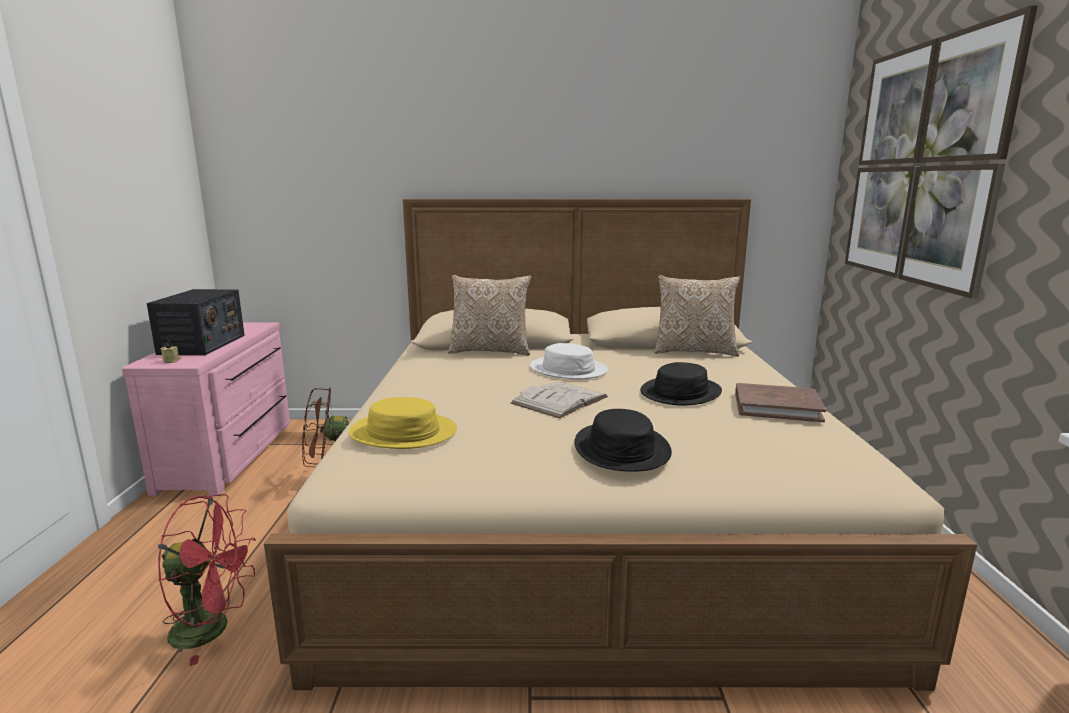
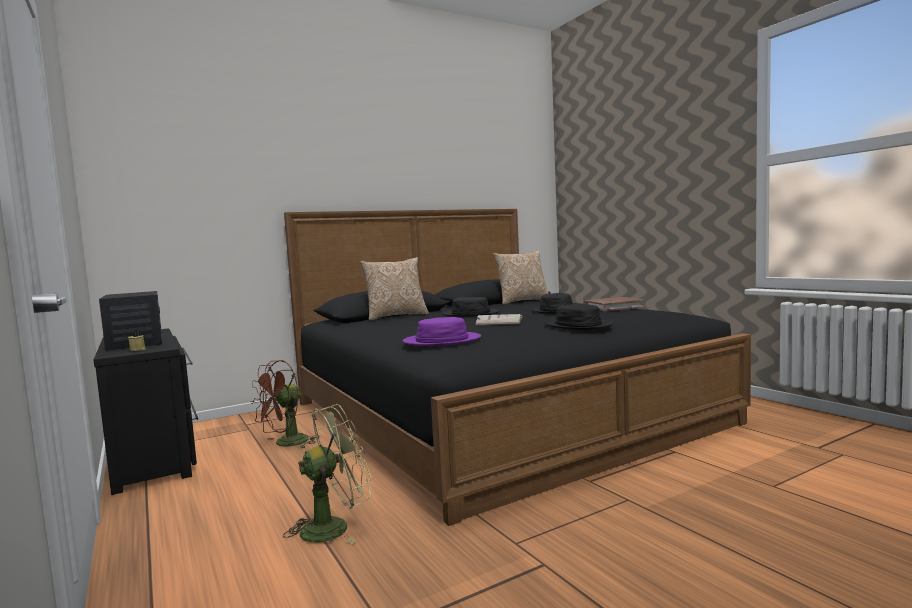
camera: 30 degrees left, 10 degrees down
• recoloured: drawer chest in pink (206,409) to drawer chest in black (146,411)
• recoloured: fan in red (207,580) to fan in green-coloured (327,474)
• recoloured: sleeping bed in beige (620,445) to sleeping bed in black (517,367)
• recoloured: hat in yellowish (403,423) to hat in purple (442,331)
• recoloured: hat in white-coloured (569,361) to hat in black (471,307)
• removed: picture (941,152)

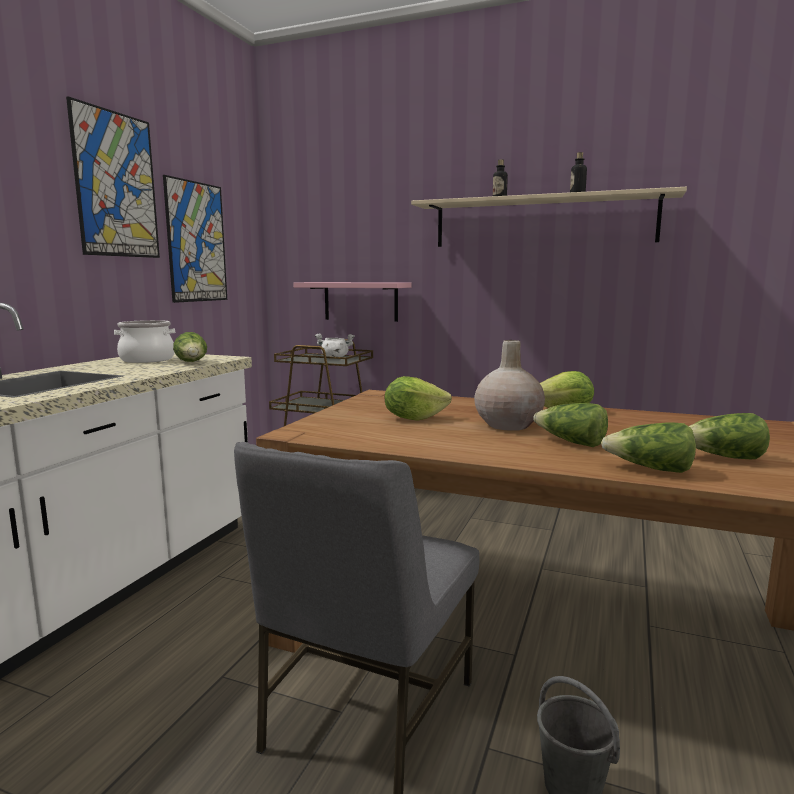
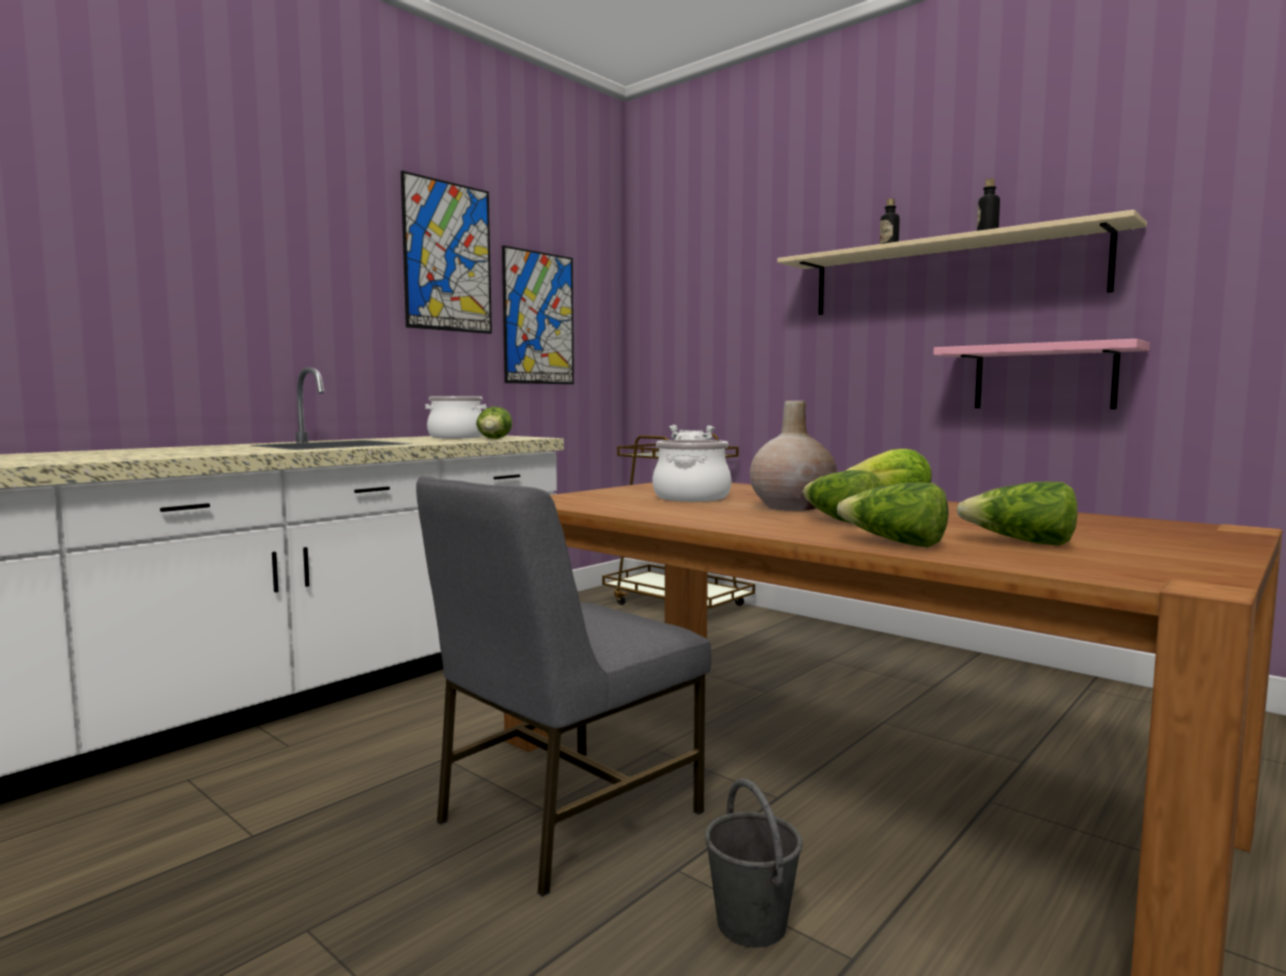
camera: 20 degrees right, 5 degrees down
• moved: shelf in pink (352,302) to (1041,374)
• replaced: head of lettuce (418,398) to cooking pot (691,471)

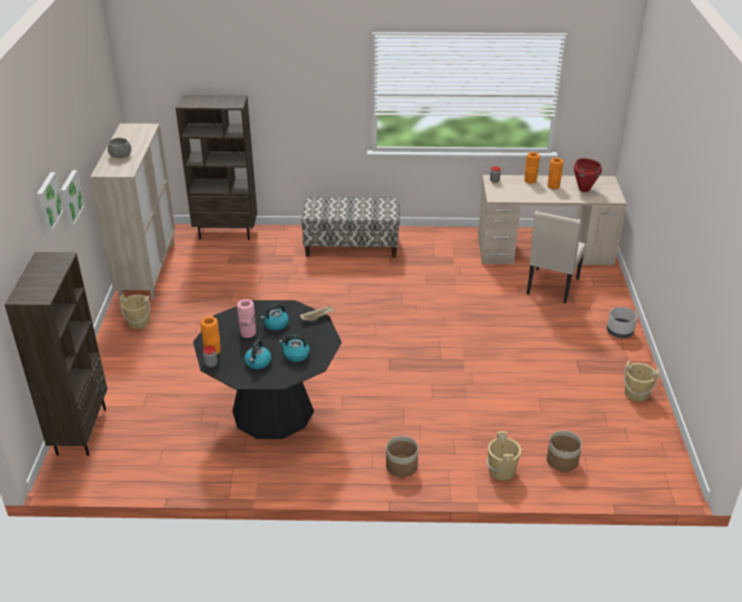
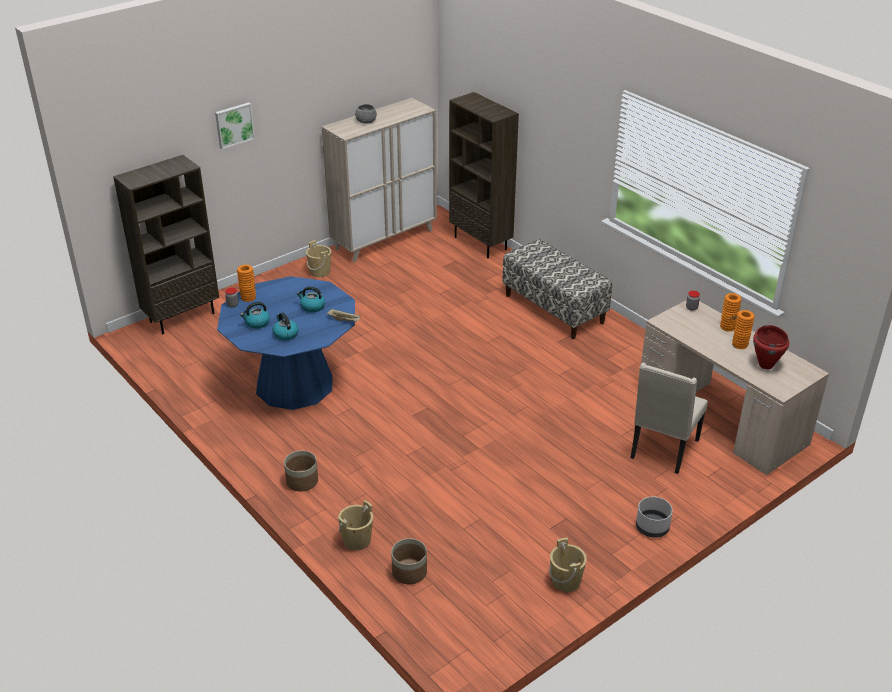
camera: 50 degrees right, 0 degrees up
• removed: picture (72,198)
• recoloured: dinner table in black (267,369) to dinner table in blue-coloured (286,343)
• removed: vase in pink (246,318)
• turned: upright chair in beige (556,257) = (669,418) 45 degrees counterclockwise

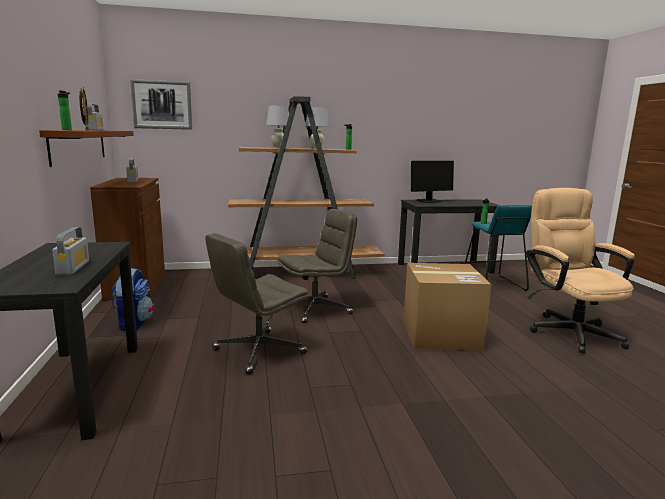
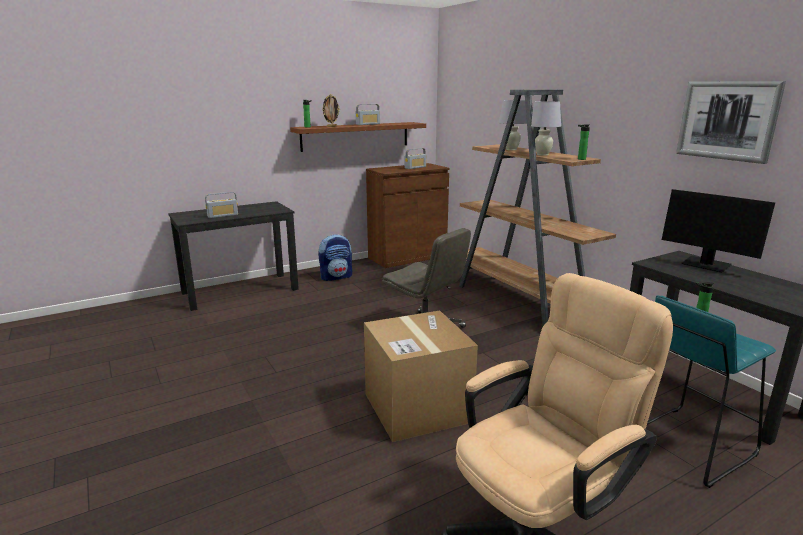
camera: 70 degrees right, 5 degrees up
• moved: picture (161,104) to (731,122)
• removed: computer chair in grey (257,303)

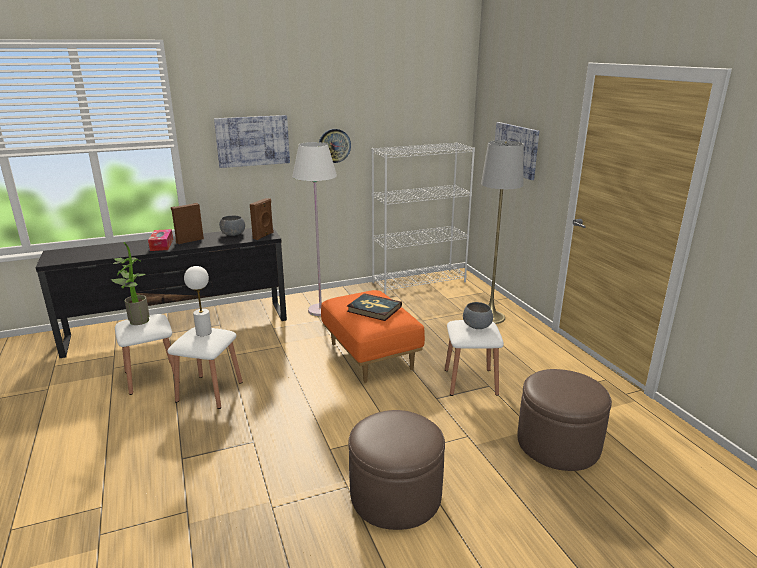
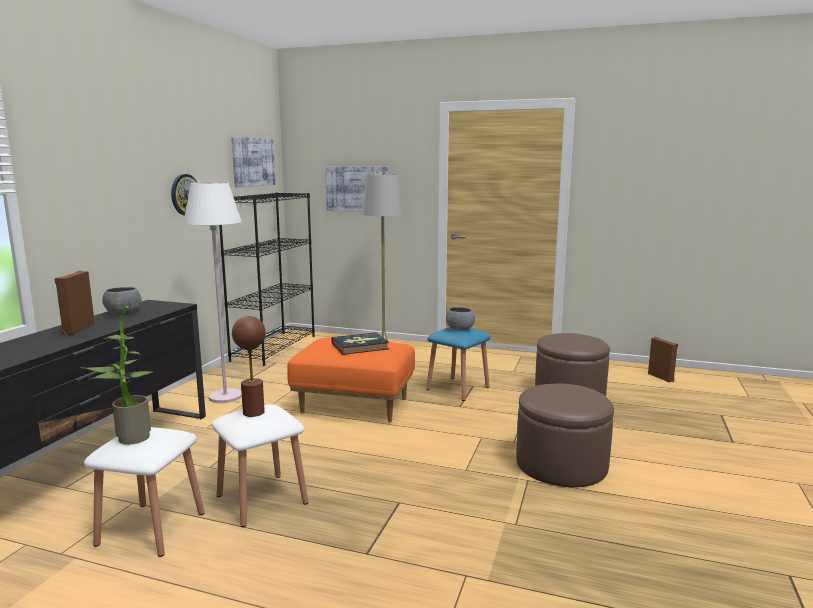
camera: 50 degrees left, 10 degrees down
• removed: box of tissues (160,240)
• recoloured: lamp for a table in white-coloured (198,301) to lamp for a table in brown (249,366)
• moved: picture (252,141) to (253,162)
• moved: speaker in brown (262,219) to (663,359)
• recoloured: bookcase in white-coloured (423,218) to bookcase in black (267,279)
• recoloured: sitting stool in white-coloured (474,358) to sitting stool in blue-coloured (458,364)

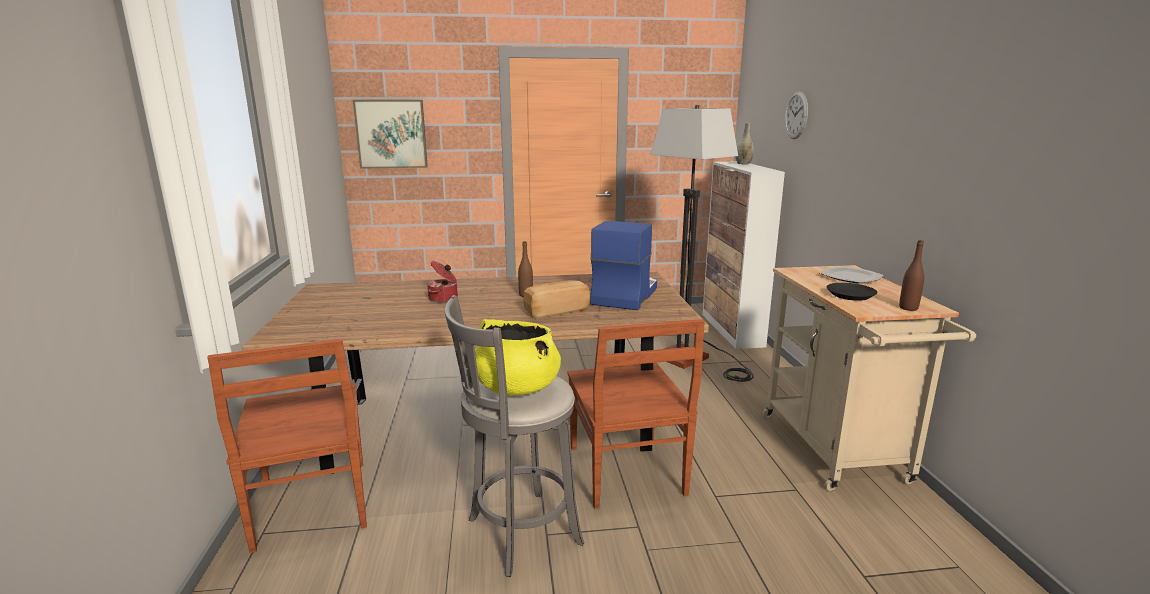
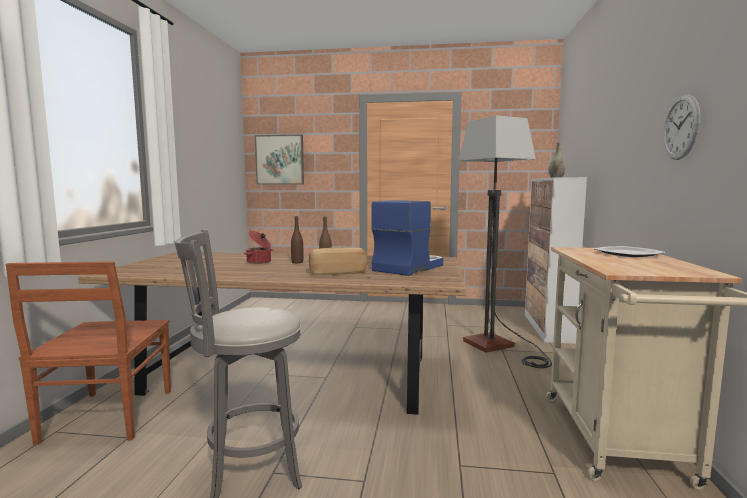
camera: 15 degrees right, 10 degrees down
• removed: cooking pot in yellowish (518,357)
• removed: upright chair in brown (636,414)
• moved: clock on the wall (796,115) to (681,127)
• removed: plate in black (851,292)
• moved: bottle in brown (911,275) to (297,239)

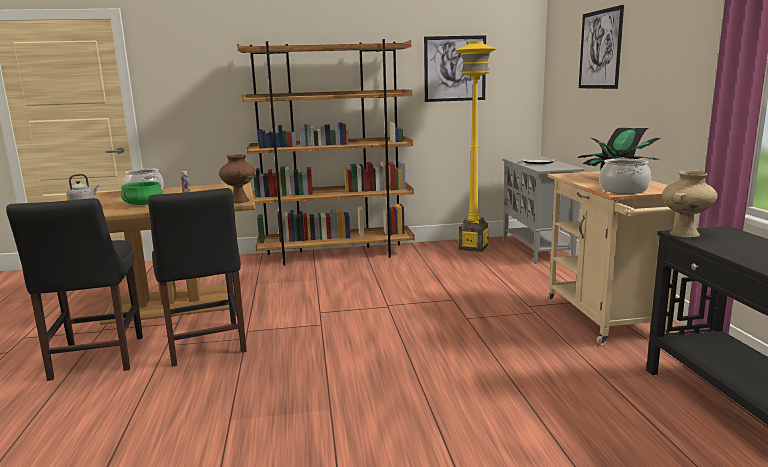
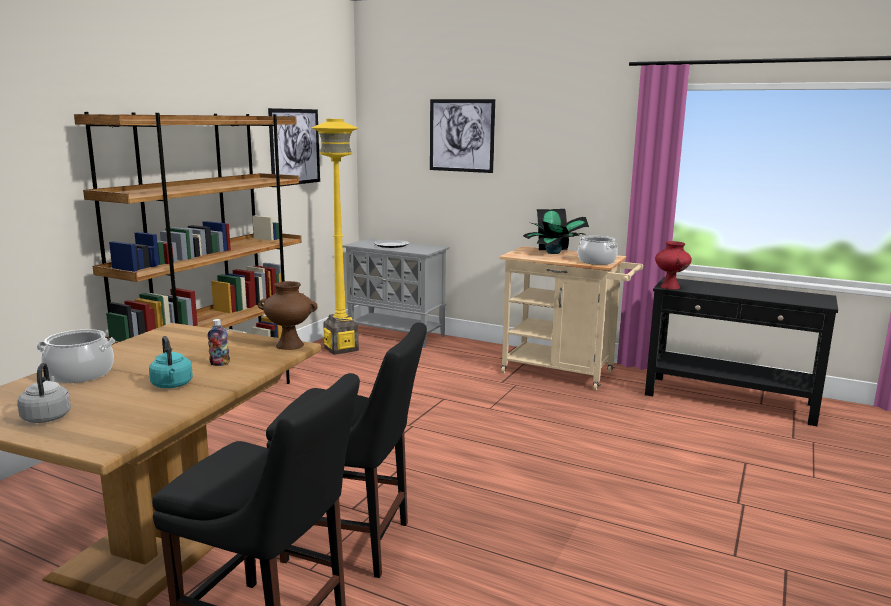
camera: 55 degrees left, 0 degrees up
• replaced: cooking pot in green-coloured (142,193) to water kettle in turquoise (171,362)
• recoloured: vase in beige (690,204) to vase in red (673,265)

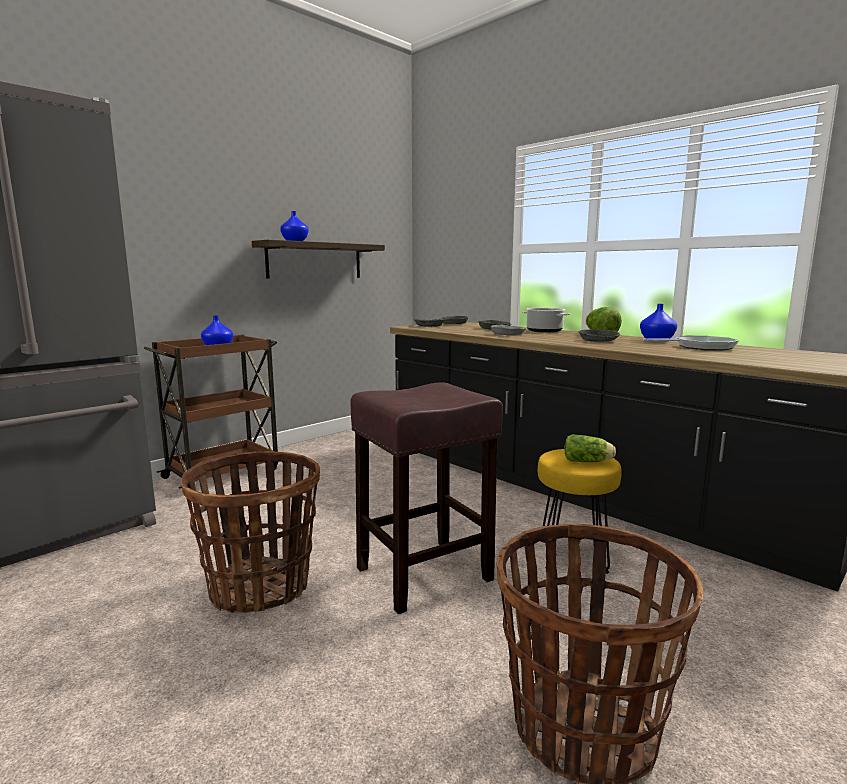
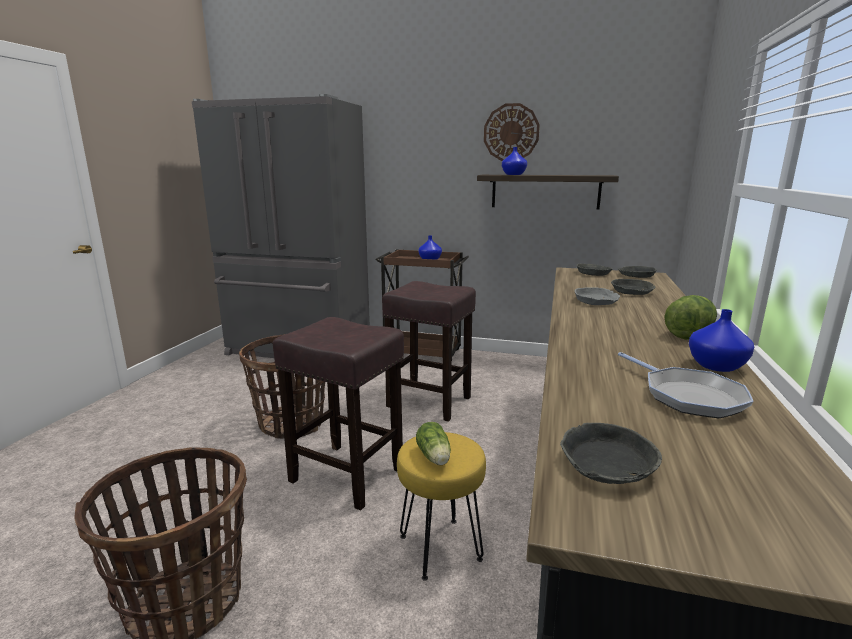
camera: 60 degrees right, 5 degrees up
• removed: cooking pot (546,320)
• moved: deep dish in grey (599,336) to (611,453)
• added: sitting stool in brown (429,351)
• added: clock on the wall (512,132)

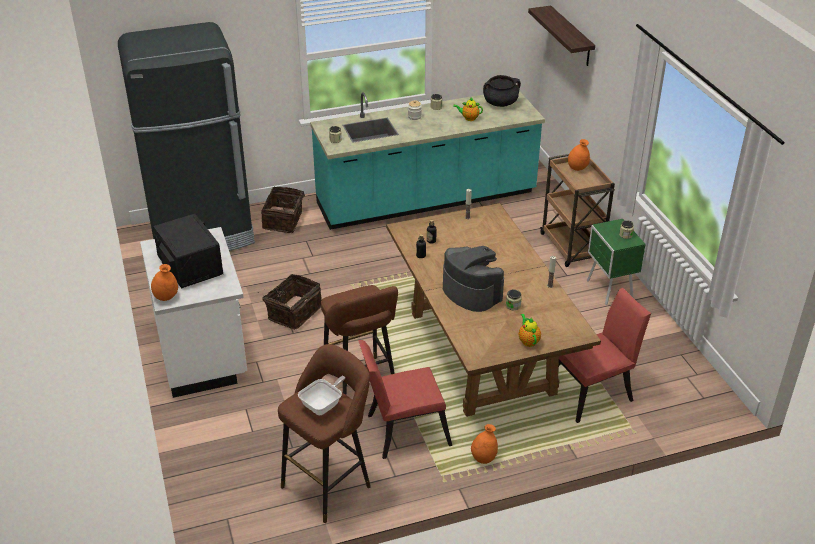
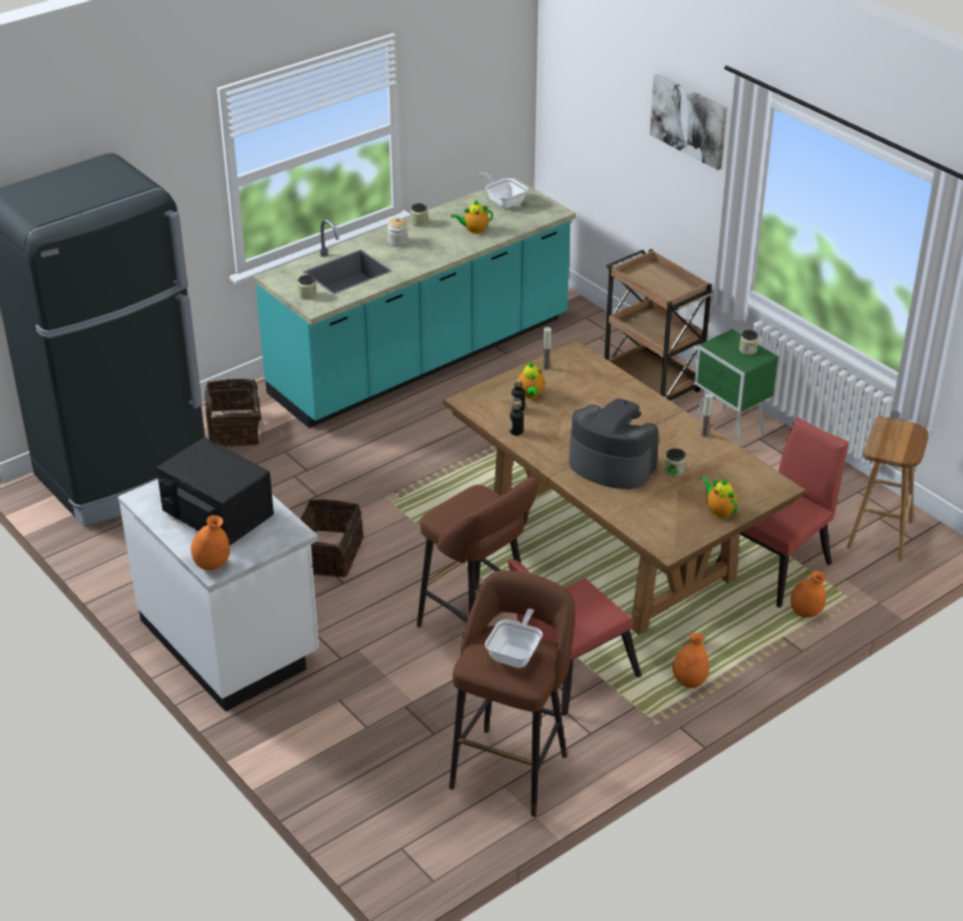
camera: 20 degrees left, 0 degrees up
• replaced: cooking pot in black (502,91) to pan (503,190)
• removed: shelf (561,35)
• moved: vase in orange (579,155) to (808,594)
• added: pot for tea (531,380)
• added: picture (688,122)
• added: sitting stool in brown (888,488)

